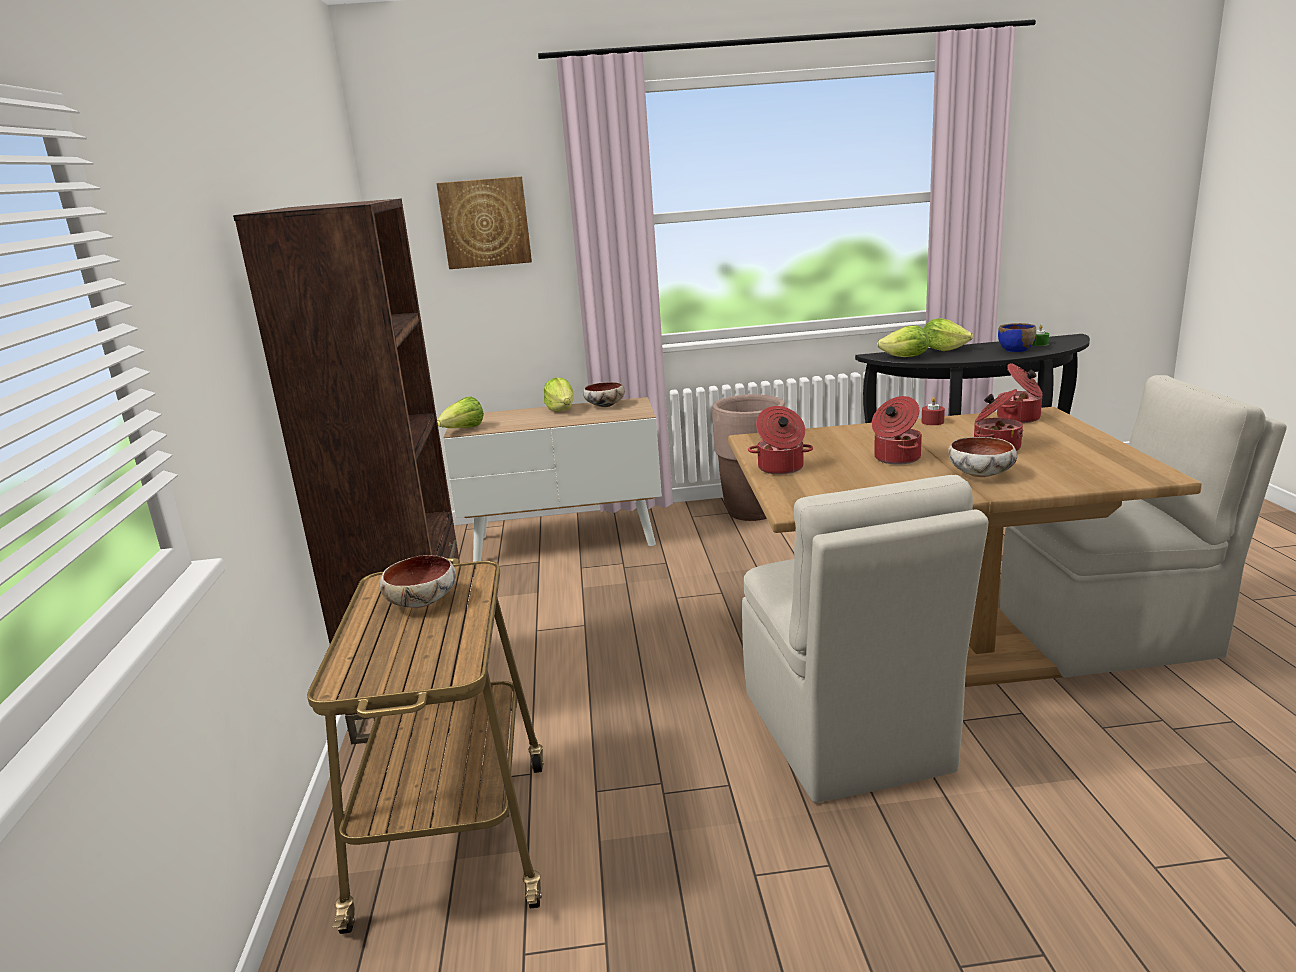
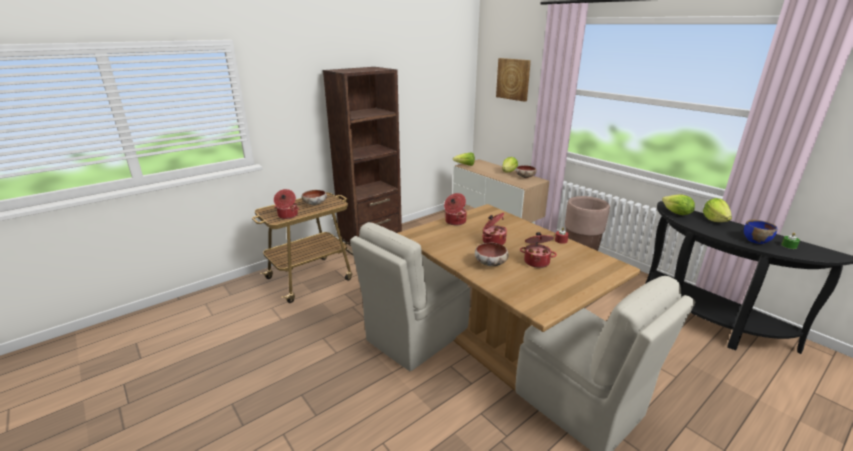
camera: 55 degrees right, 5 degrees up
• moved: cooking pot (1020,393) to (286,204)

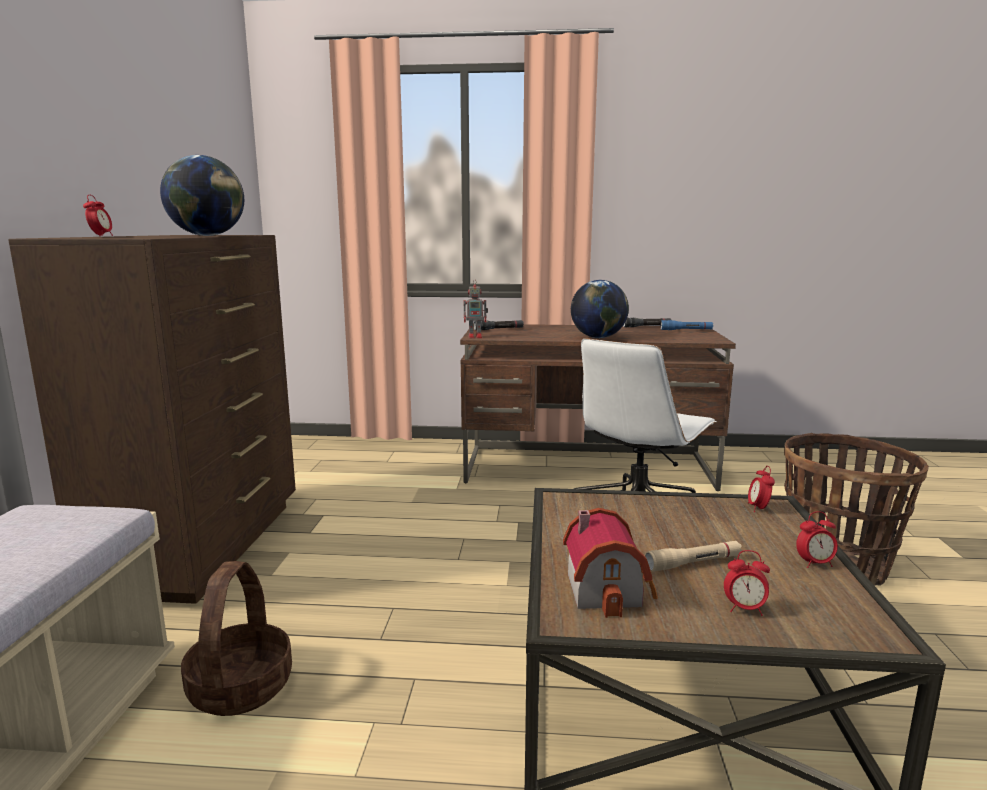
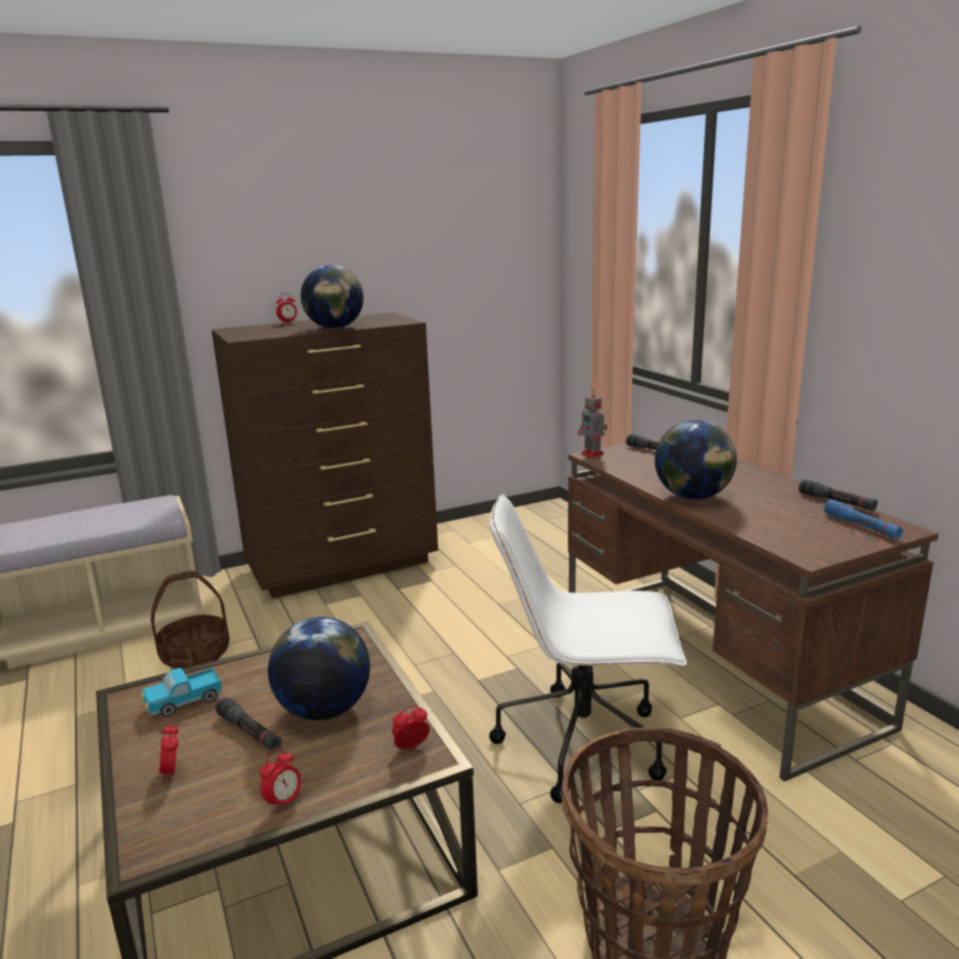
camera: 60 degrees right, 5 degrees up
• replaced: model house (610,563) to toy truck (182,692)
• recoloured: flashlight in beige (693,556) to flashlight in black (248,724)
• turned: table clock (817,539) = (280,781) 105 degrees counterclockwise
• added: globe (319,668)

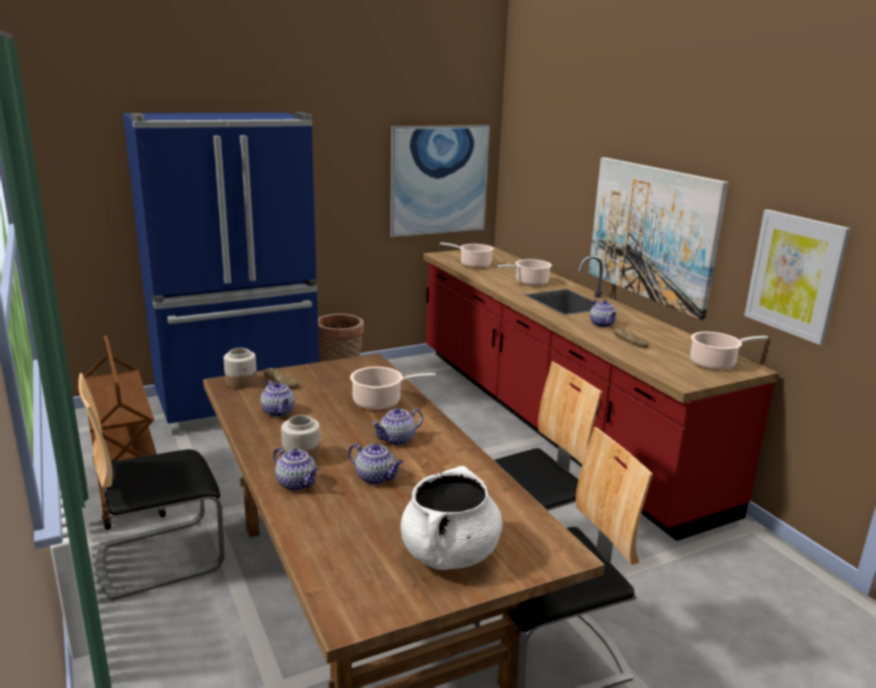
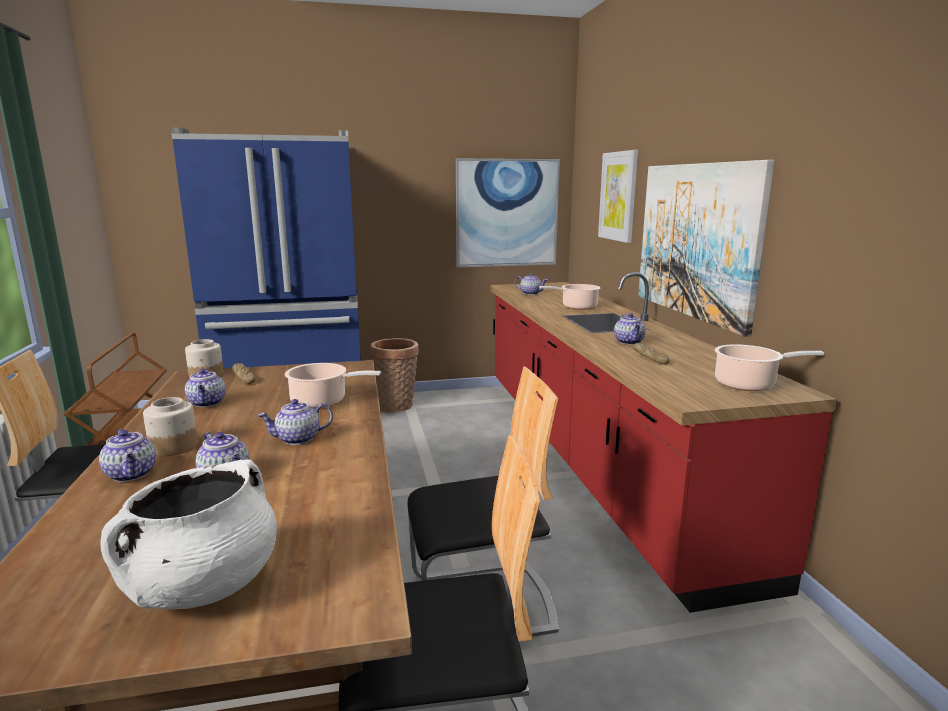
camera: 15 degrees right, 5 degrees down
• replaced: cooking pot (467,255) to pot for tea (531,284)
• moved: picture (797,277) to (618,196)

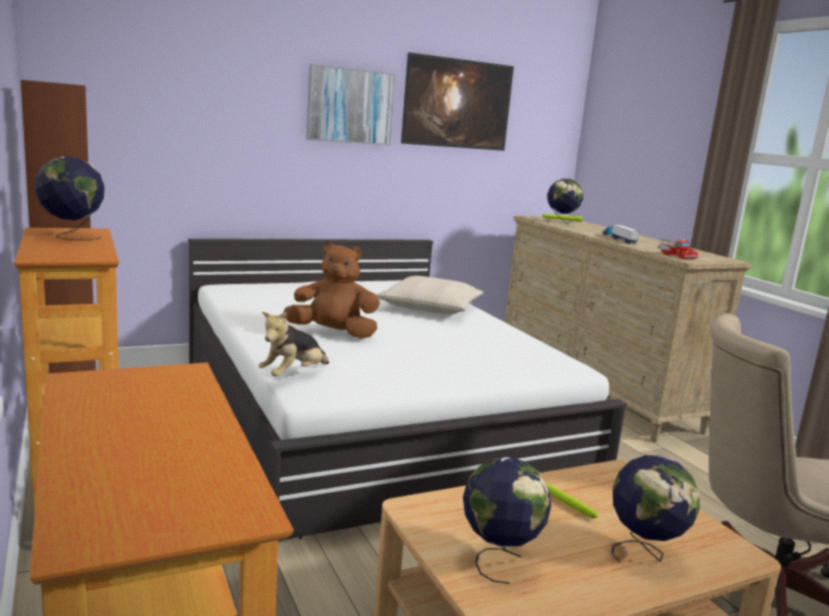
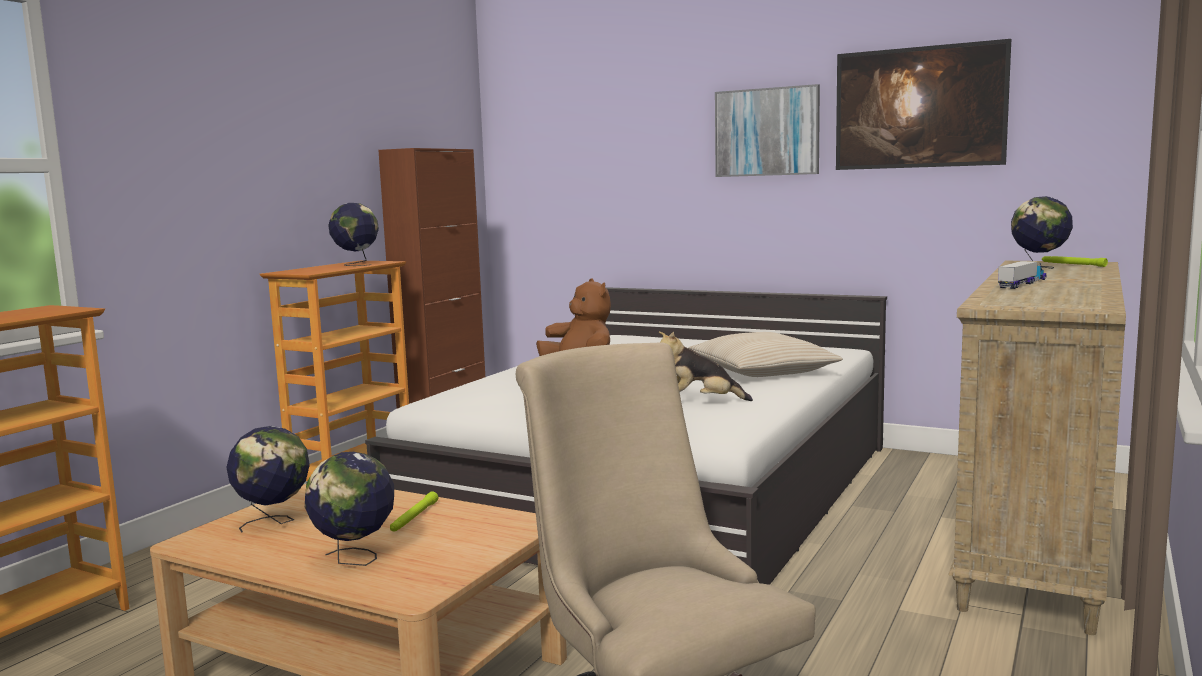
camera: 55 degrees right, 5 degrees down
• moved: soft toy (293,344) to (706,366)
• removed: toy truck (678,248)

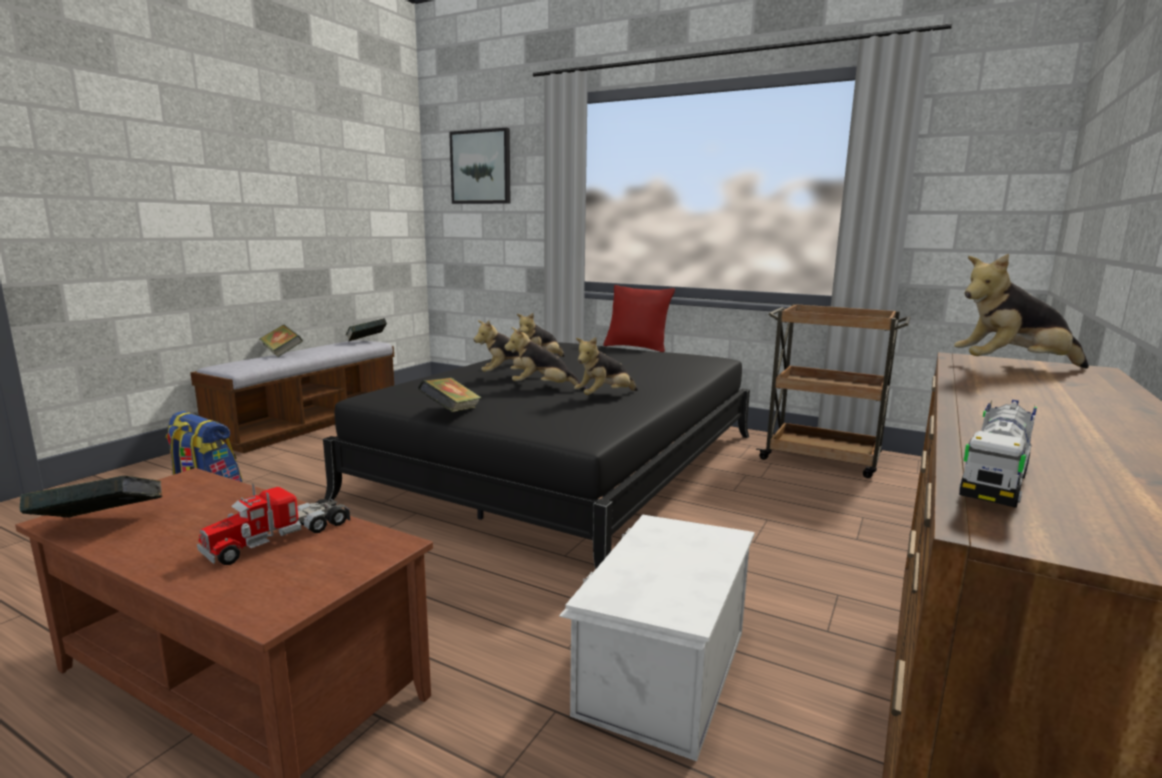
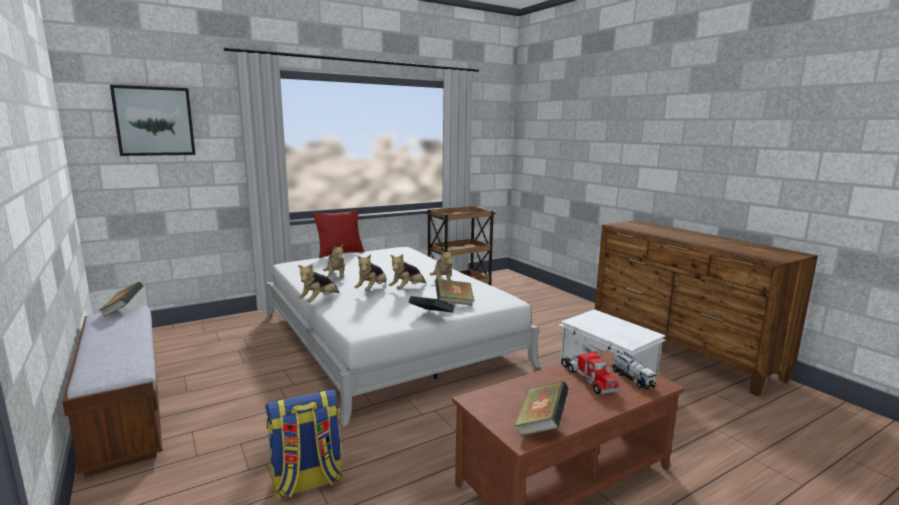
camera: 60 degrees left, 0 degrees up
• moved: volume (281,341) to (454,292)
• recoloured: sleeping bed in black (536,456) to sleeping bed in white-coloured (402,336)
• moved: soft toy (1021,311) to (318,283)
• moved: toy truck (998,454) to (634,370)

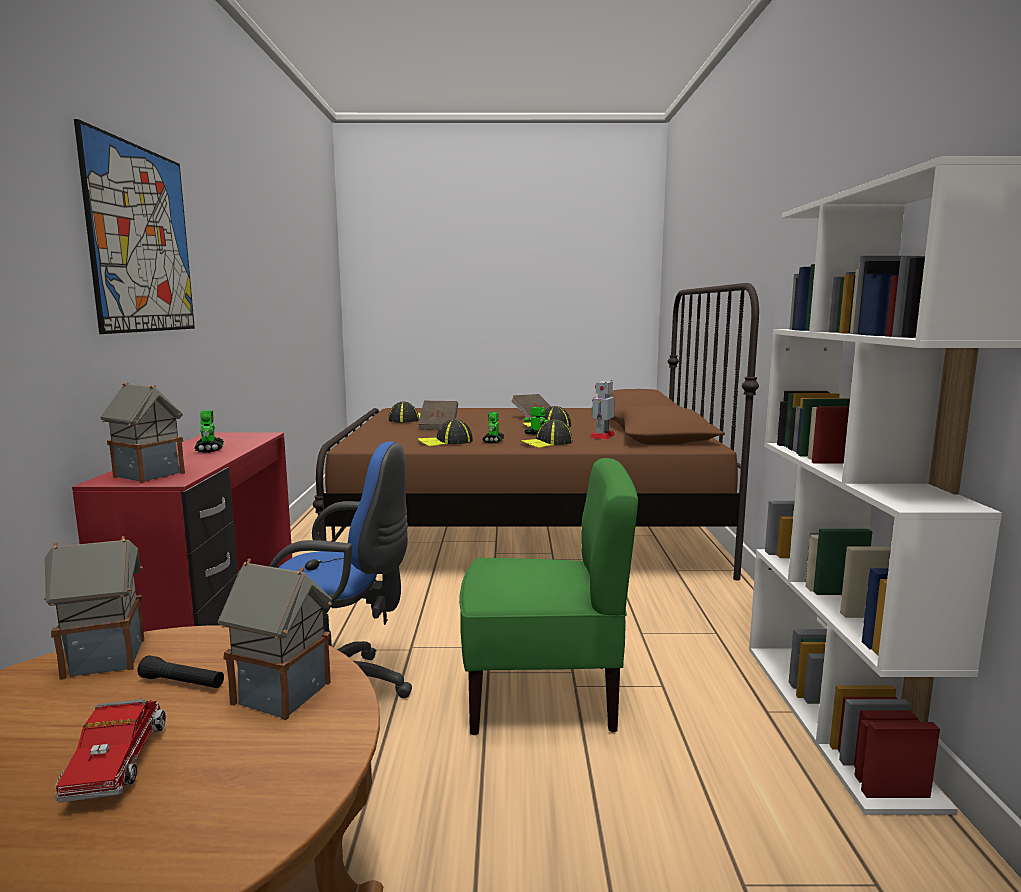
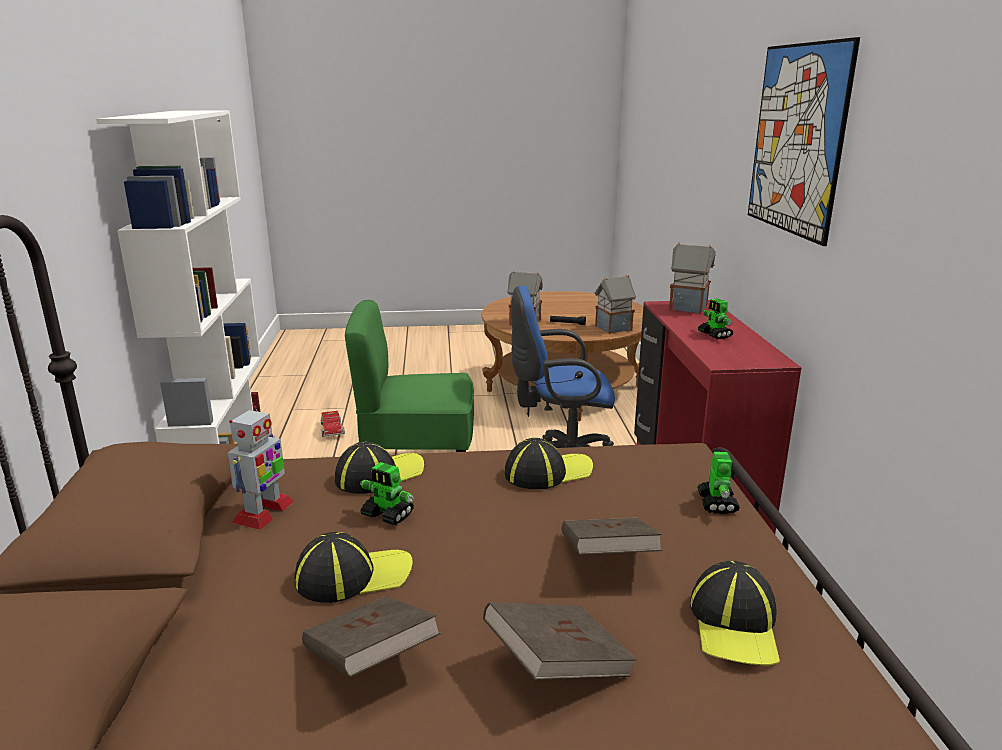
camera: 175 degrees right, 10 degrees up
• moved: toy truck (110,751) to (333,424)
• moved: toy robot (493,428) to (718,483)
• added: volume in brown (560,641)

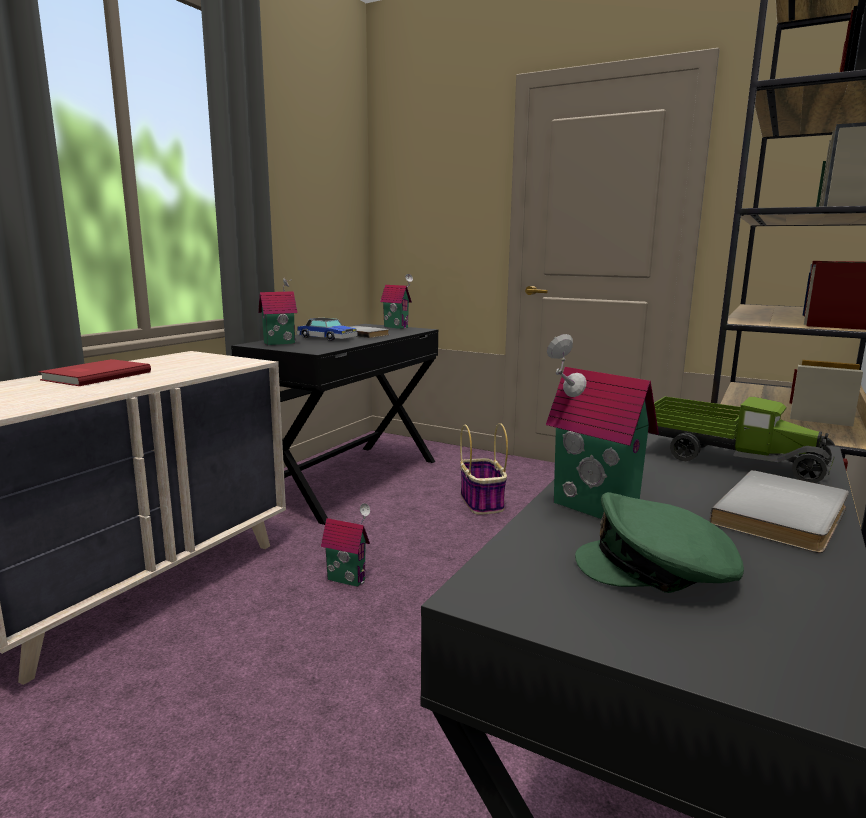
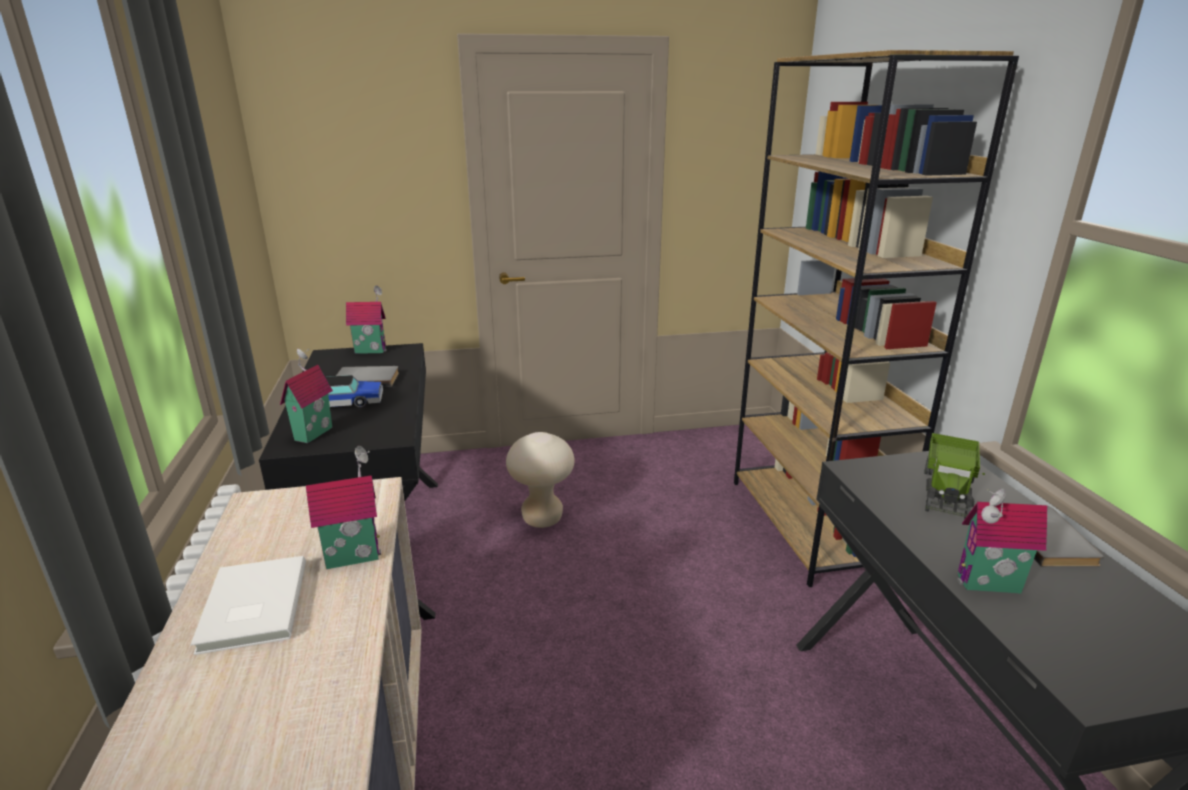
camera: 40 degrees left, 10 degrees up
• recoloured: volume in red (94,372) to volume in white-coloured (248,605)
• moved: model house (345,545) to (343,507)
• replaced: basket (484,469) to sitting stool in beige (540,480)
• removed: baseball cap in green-coloured (659,542)
• turned: toy truck (742,439) = (954,476) 120 degrees clockwise

